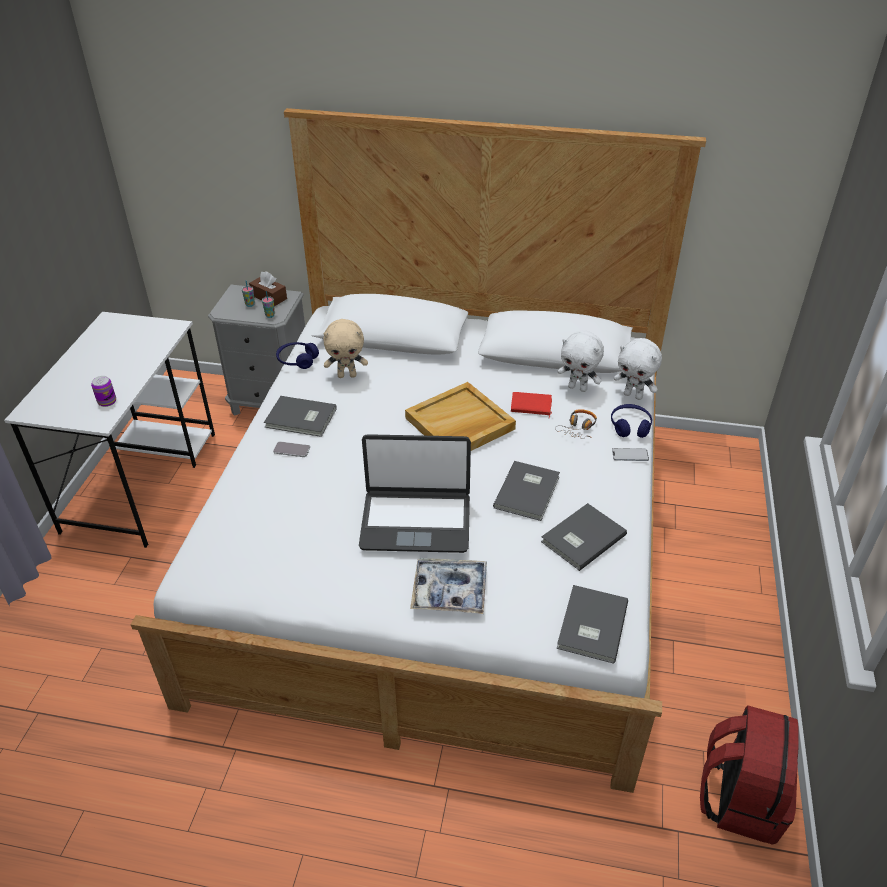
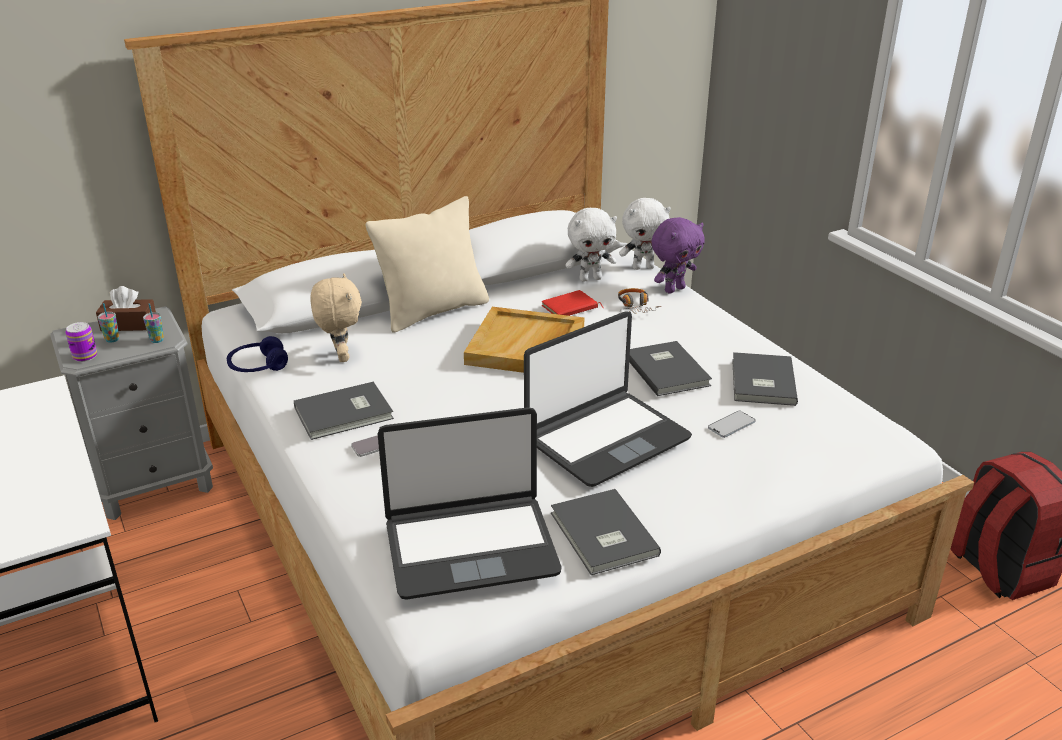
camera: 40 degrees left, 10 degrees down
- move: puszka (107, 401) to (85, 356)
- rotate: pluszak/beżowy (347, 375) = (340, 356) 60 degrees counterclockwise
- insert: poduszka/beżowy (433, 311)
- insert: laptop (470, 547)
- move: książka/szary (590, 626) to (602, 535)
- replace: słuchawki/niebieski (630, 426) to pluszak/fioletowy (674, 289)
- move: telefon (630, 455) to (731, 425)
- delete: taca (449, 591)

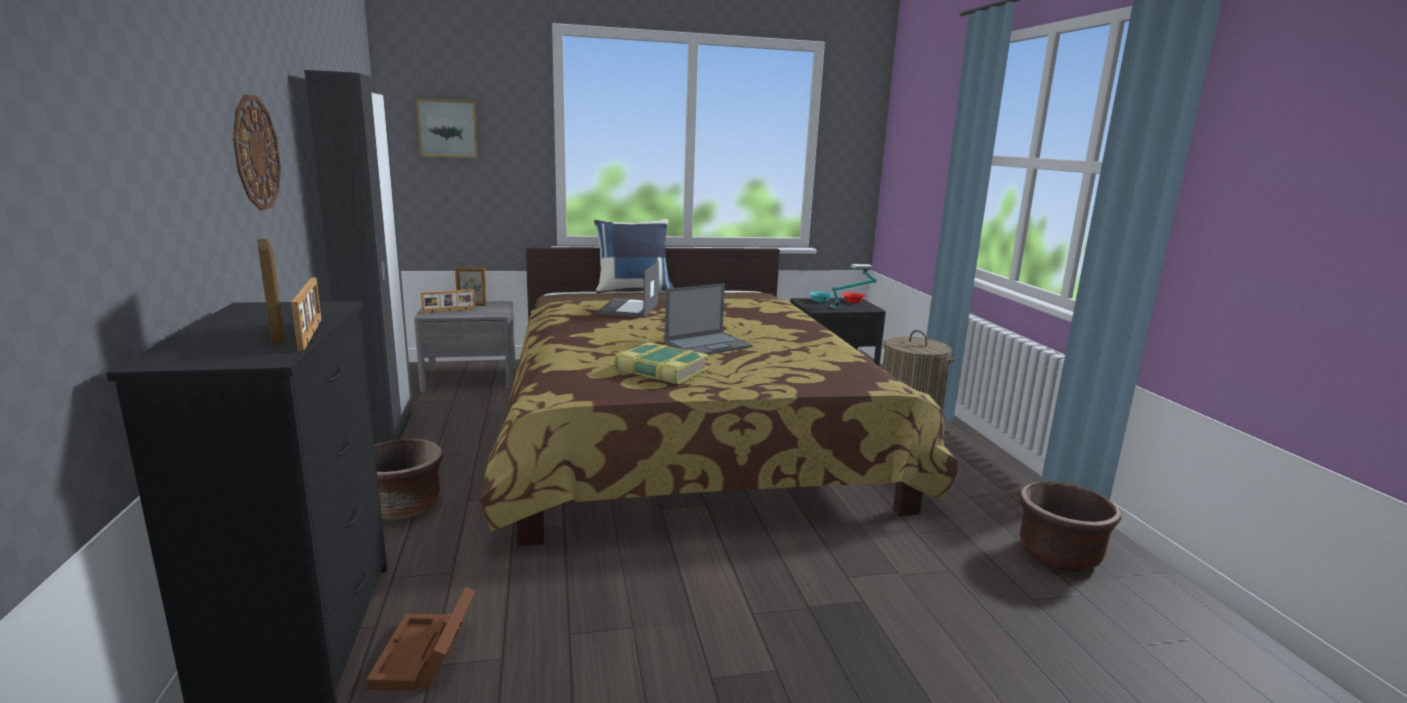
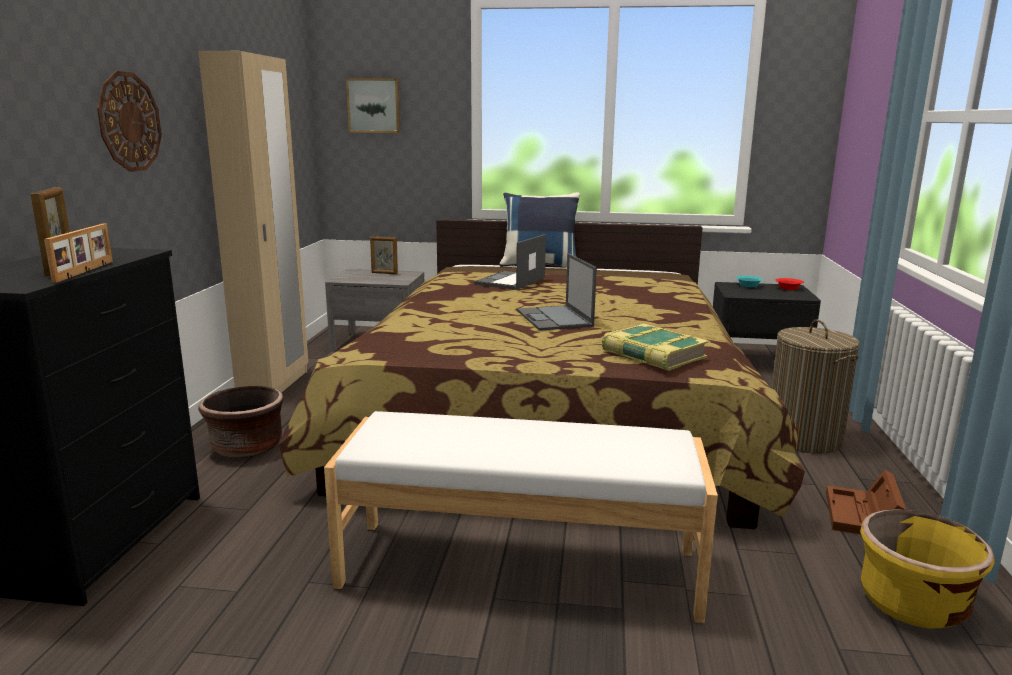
camera: 20 degrees right, 0 degrees up
- recolor: szafa/czarny (384, 435) to szafa/beżowy (274, 385)
- insert: ławka/biały (520, 566)
- rotate: laptop (708, 344) = (555, 319) 90 degrees clockwise
- move: książka (660, 371) to (652, 355)
- move: pojemnik do przechowywania/brązowy (425, 657) to (862, 517)
- recolor: donica/brązowy (1059, 555) to donica/żółty (912, 604)
- delete: ramka na zdjęcie (449, 311)
- delete: lampa stołowa (851, 307)

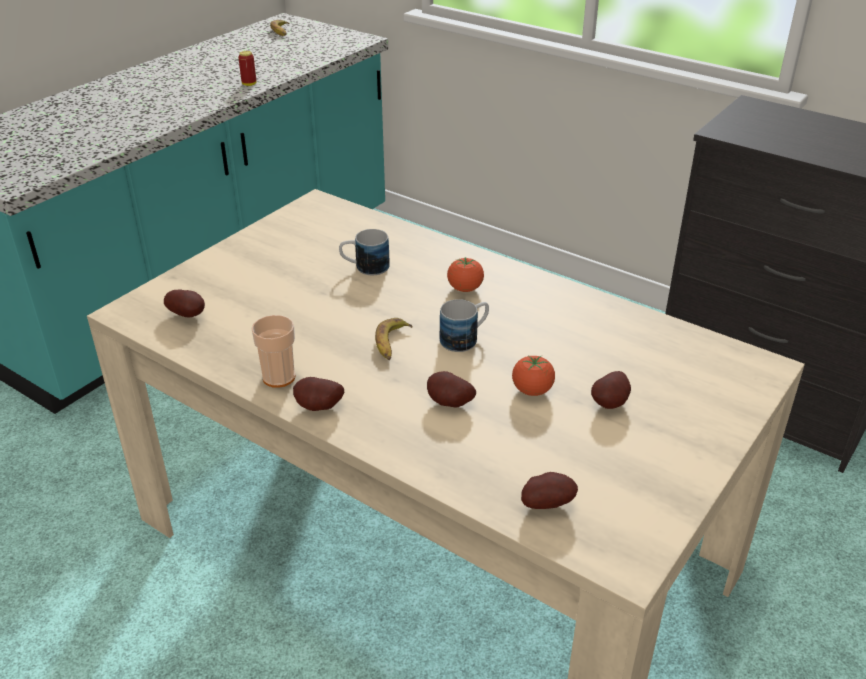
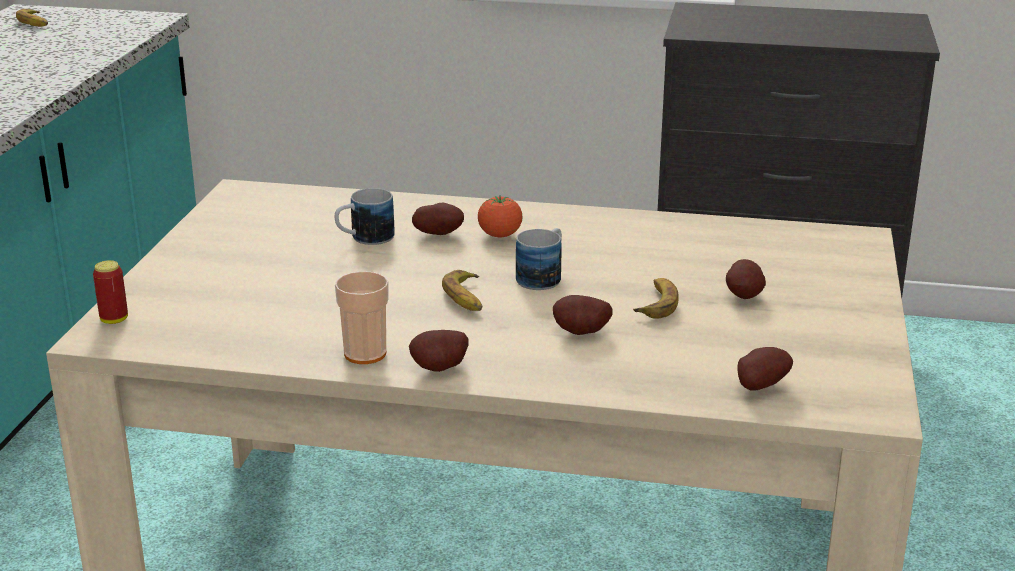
camera: 25 degrees left, 10 degrees down
- move: puszka (249, 84) to (114, 320)
- move: ziemniak (188, 315) to (439, 234)
- replace: pomidor (532, 390) to banan (656, 303)

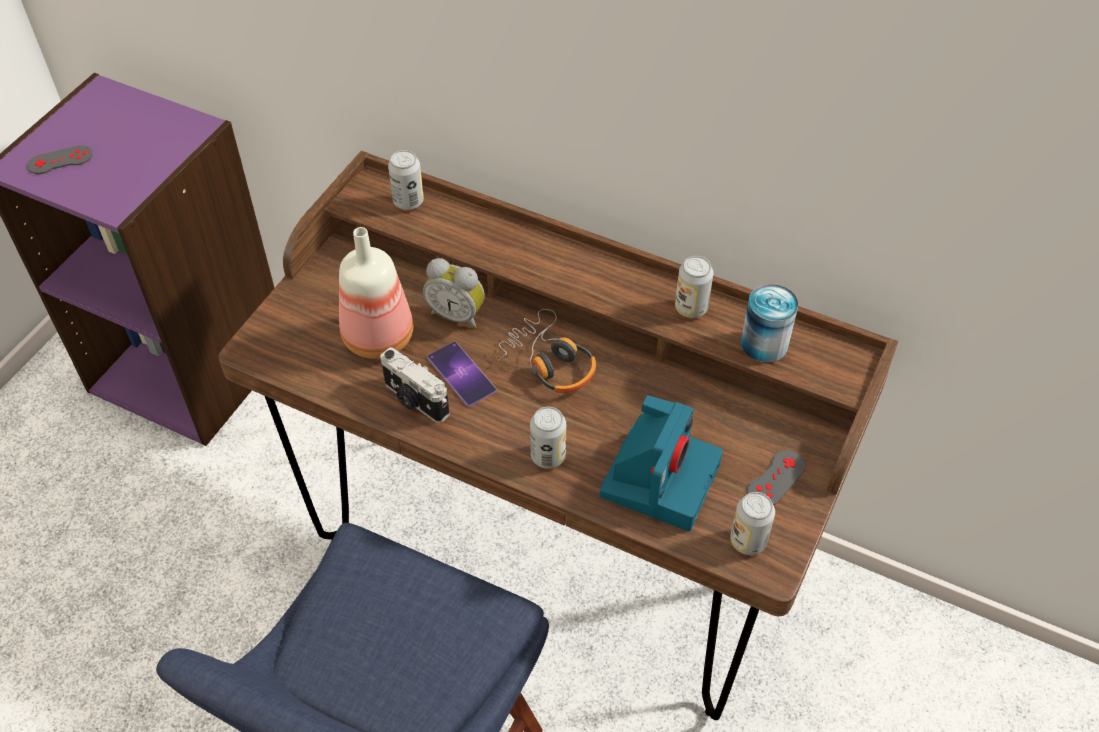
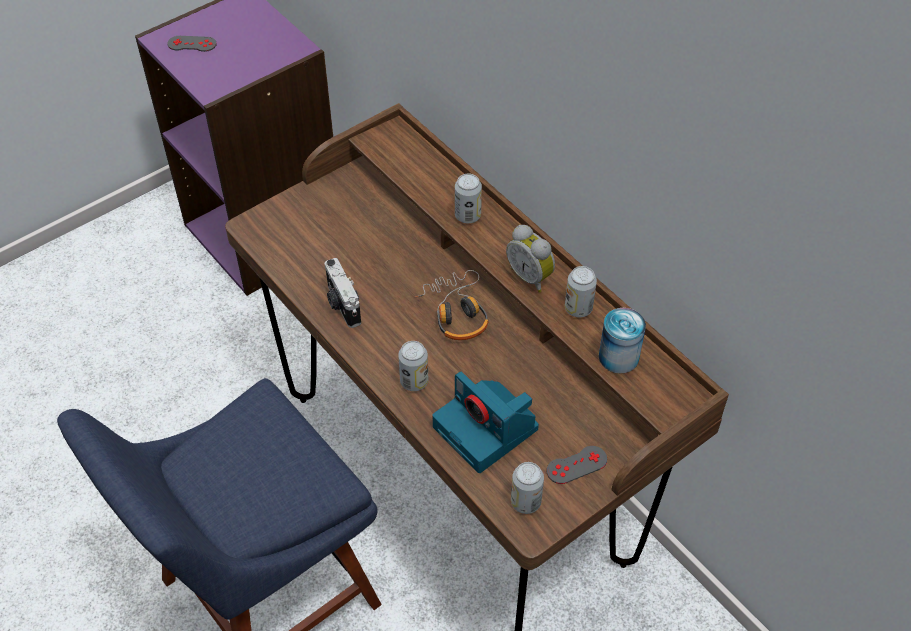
camera: 25 degrees right, 0 degrees up
- rotate: aparat fotograficzny (660, 477) = (487, 429) 90 degrees clockwise
- move: puszka (408, 201) to (467, 216)
- move: budzik (457, 314) to (531, 276)
- delete: butelka (380, 338)
- delete: telefon (461, 374)

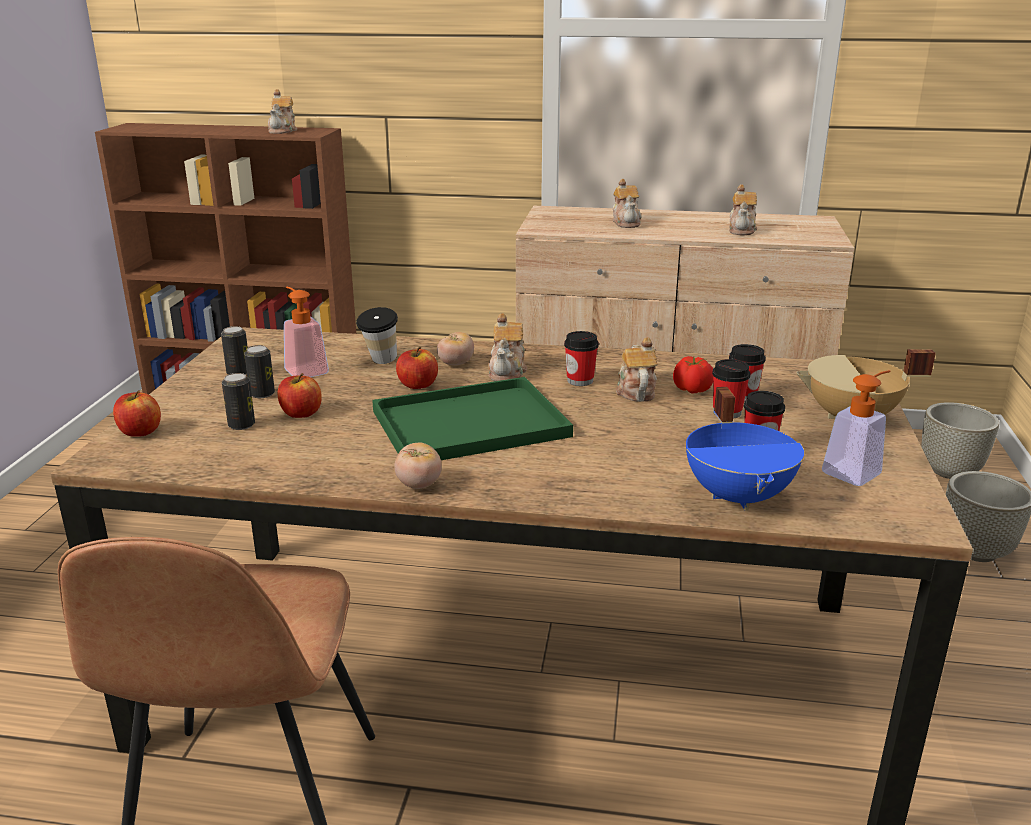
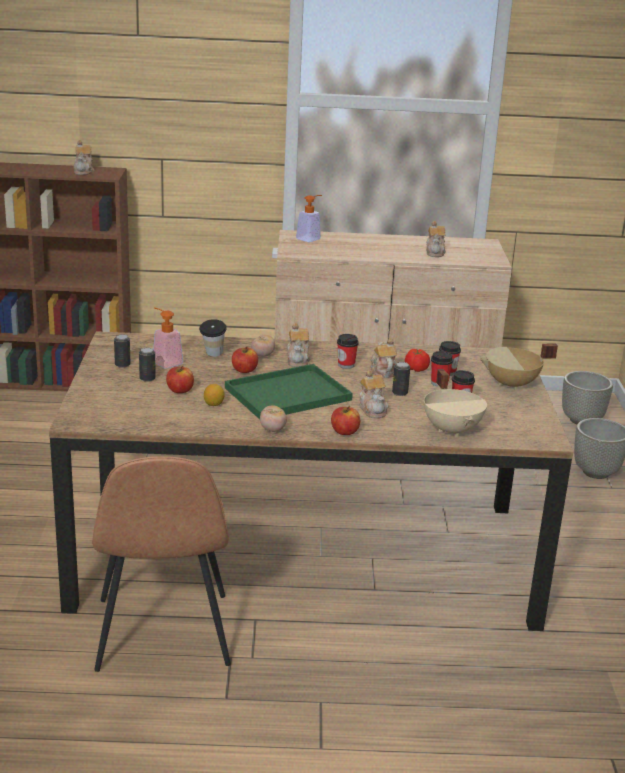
camera: 10 degrees left, 0 degrees up
- insert: cytryna (214, 404)
- move: dozownik mydła (856, 470) to (310, 238)
- move: jabłko (140, 432) to (344, 432)
- move: imbryk (626, 223) to (373, 409)
- move: puszka (241, 425) to (400, 393)
- recolor: garnek/niebieski (739, 496) to garnek/beżowy (452, 430)

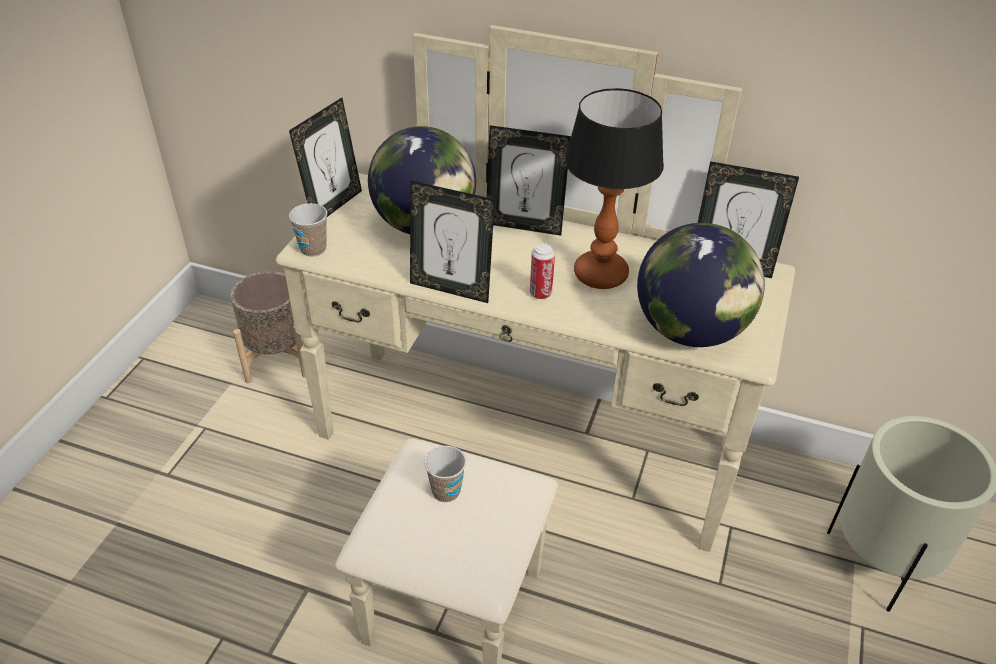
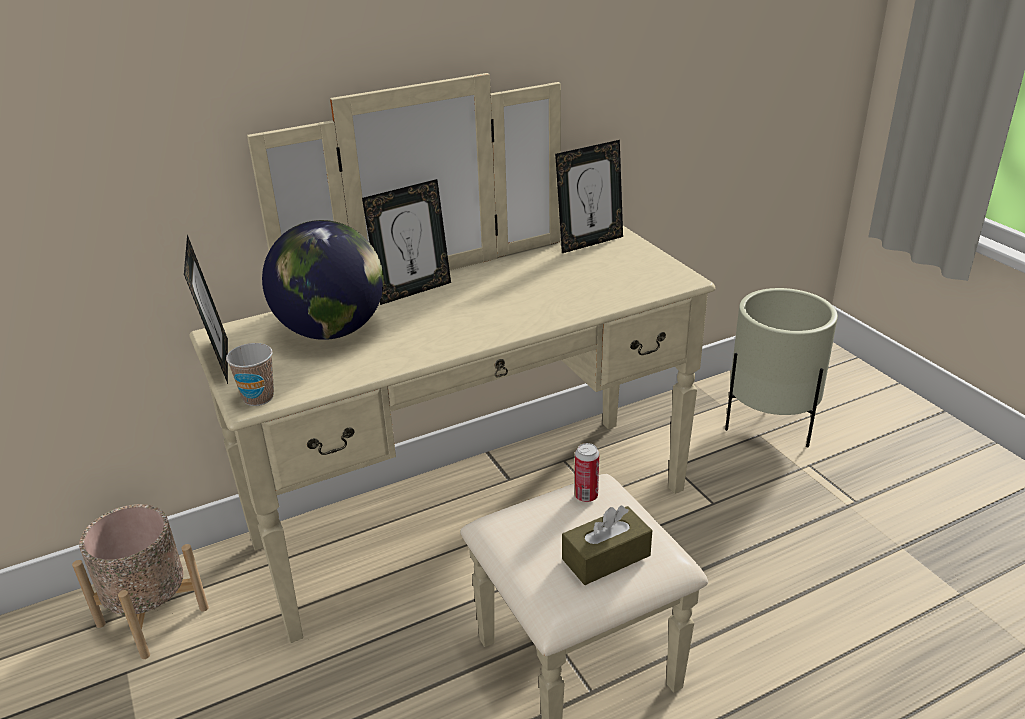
camera: 45 degrees left, 10 degrees down
- insert: pudełko chusteczek/brązowy (606, 557)
- move: puszka (540, 293) to (586, 496)
- delete: ramka na zdjęcie (451, 289)
- delete: filiżanka (446, 491)
- delete: lampa stołowa (600, 274)
- delete: globus (690, 331)

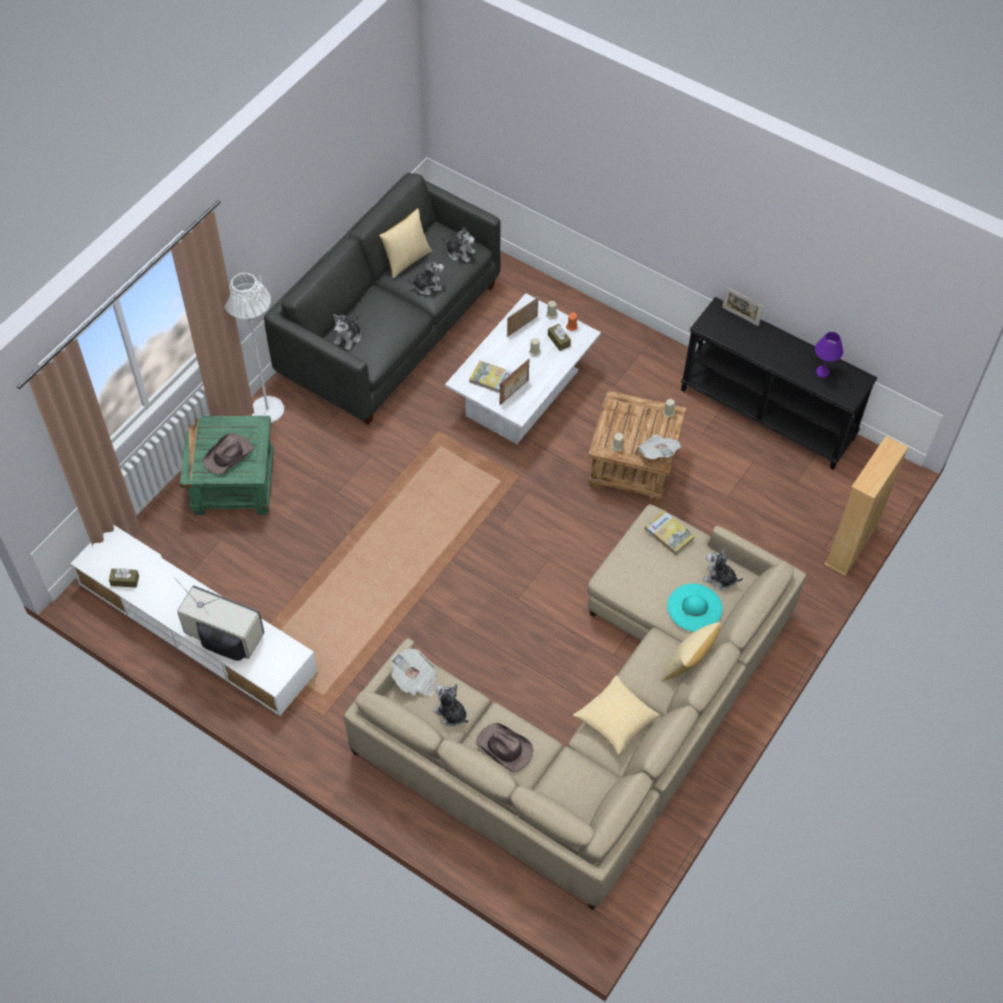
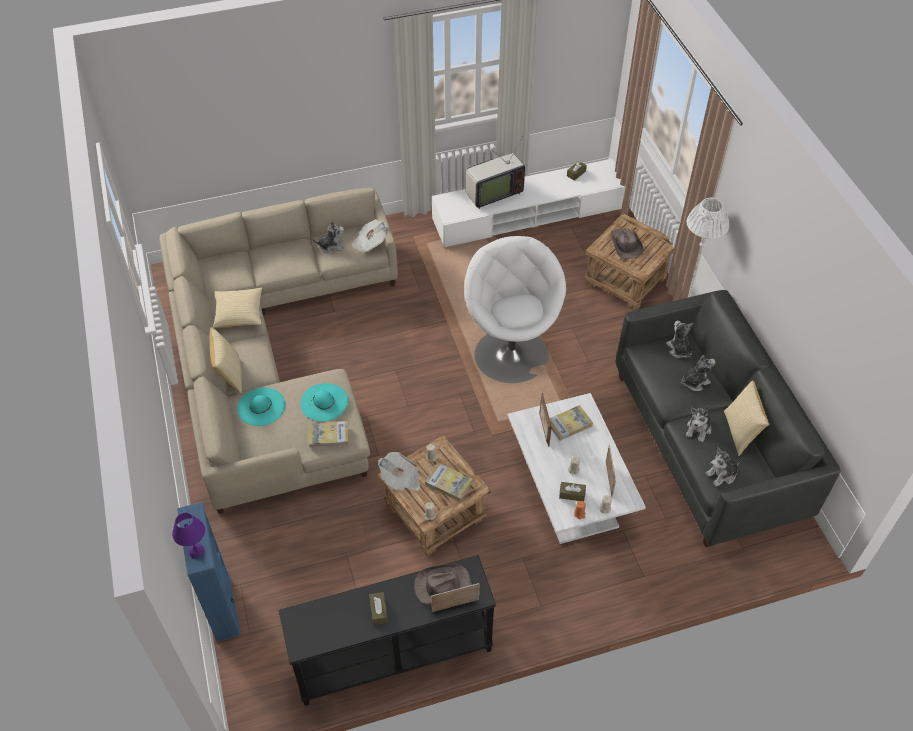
camera: 130 degrees right, 5 degrees down
- move: lampa stołowa/fioletowy (821, 372) to (197, 550)
- recolor: regał/beżowy (851, 546) to regał/niebieski (222, 606)
- insert: kapelusz/turkusowy (324, 402)
- insert: pudełko chusteczek/brązowy (378, 611)
- move: kapelusz/brązowy (504, 748) to (442, 585)
- insert: książka (448, 483)
- insert: fotel/biały (511, 353)
- recolor: stolik/zielony (233, 483) to stolik/brązowy (627, 281)
- move: pluszak (719, 579) to (694, 382)

